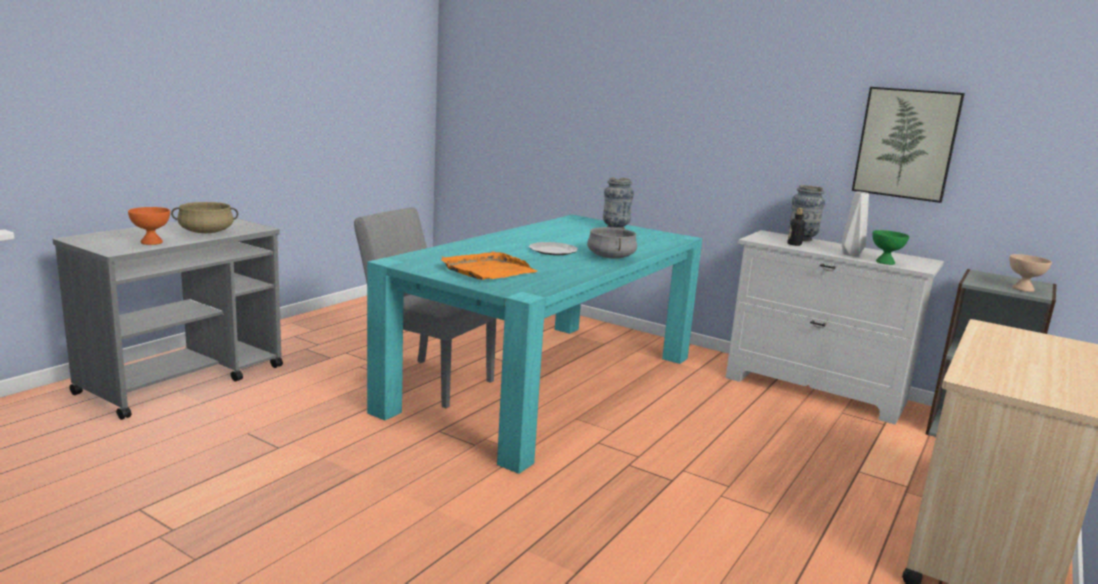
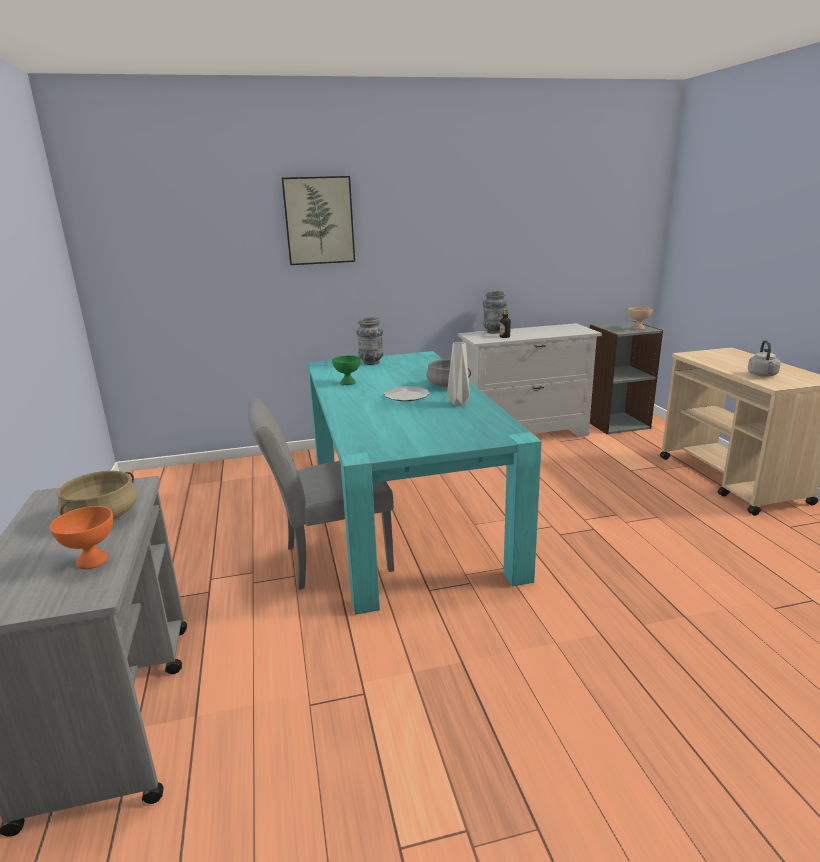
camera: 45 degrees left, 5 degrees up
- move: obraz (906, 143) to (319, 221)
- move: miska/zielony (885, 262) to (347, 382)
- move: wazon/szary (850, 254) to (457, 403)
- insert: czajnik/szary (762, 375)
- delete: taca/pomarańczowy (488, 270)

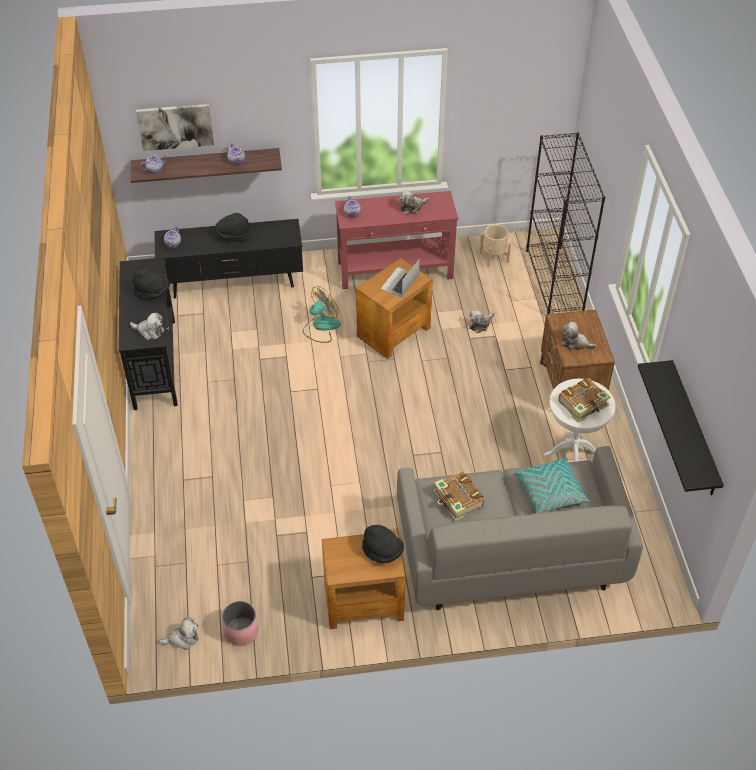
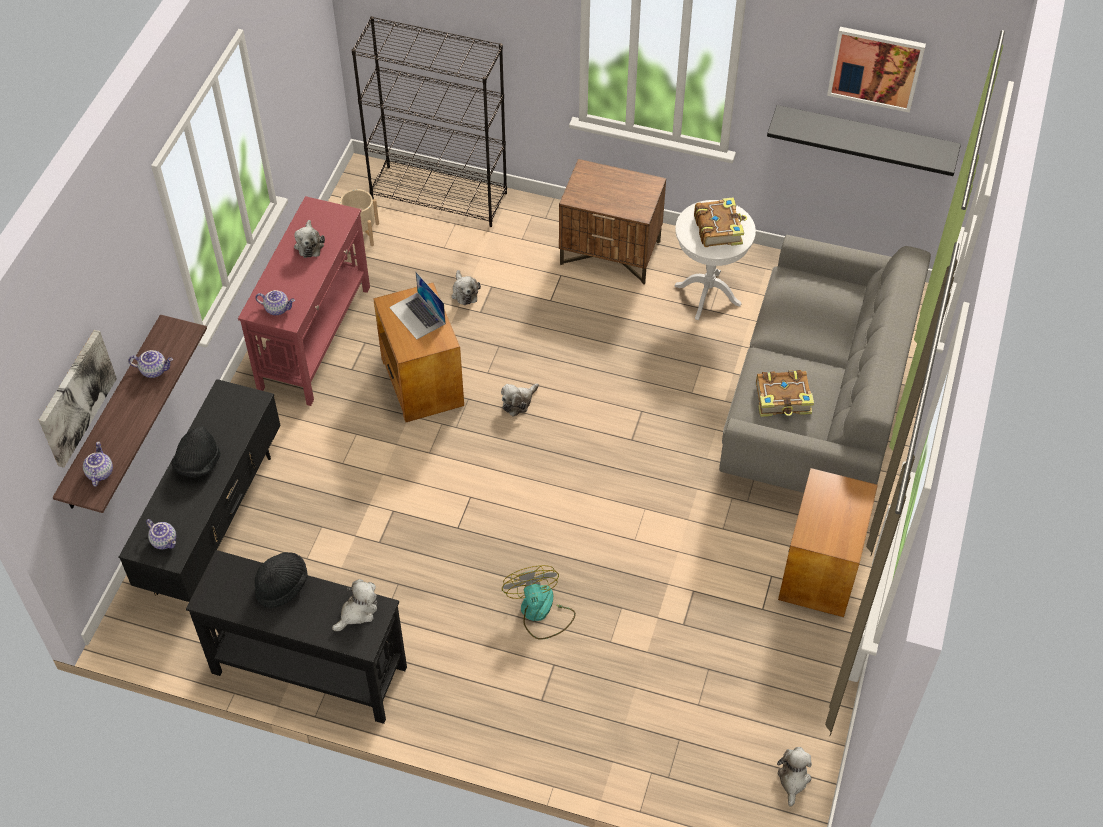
camera: 65 degrees left, 5 degrees up
- move: pluszak (575, 343) to (518, 402)
- move: wentylator (321, 327) to (540, 612)
- insert: obraz (875, 68)
- delete: donica/różowy (241, 631)
- delete: kapelusz/czarny (382, 551)
- delete: poduszka/turkusowy (550, 493)

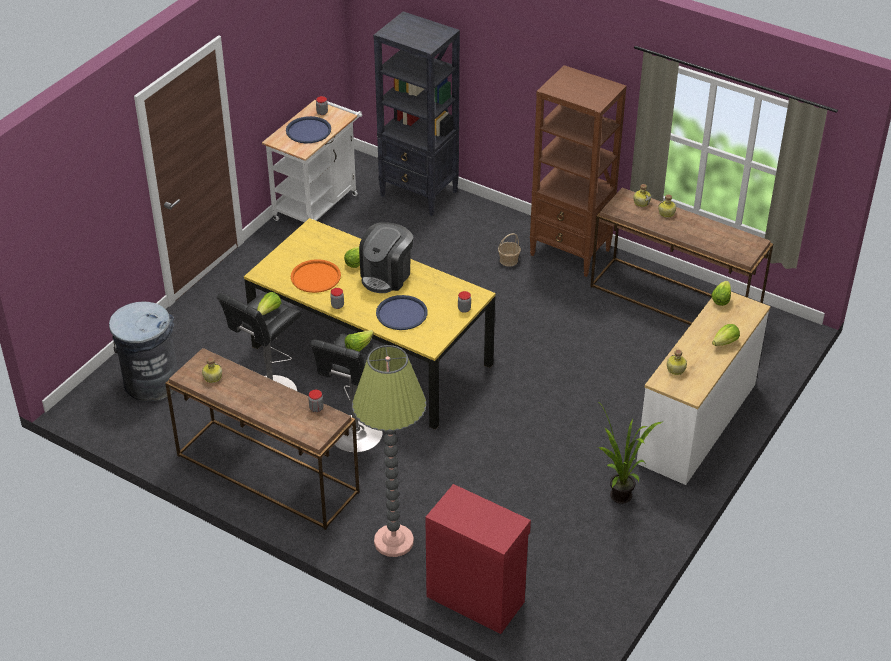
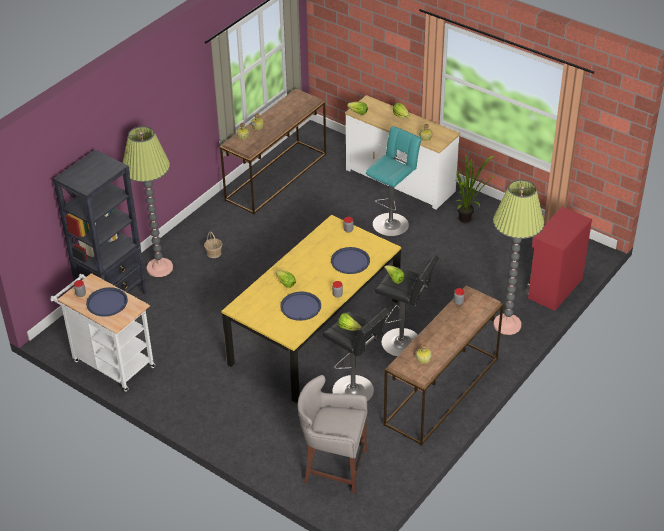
camera: 85 degrees left, 0 degrees up
- insert: lampa stojąca (159, 268)
- recolor: taca/pomarańczowy (315, 277) to taca/niebieski (300, 307)
- replace: kosz na śmieci/szary (151, 382) to stołek/szary (333, 467)
- insert: stołek/turkusowy (392, 223)
- delete: ekspres do kawy (386, 275)
- delete: regał/brązowy (570, 253)

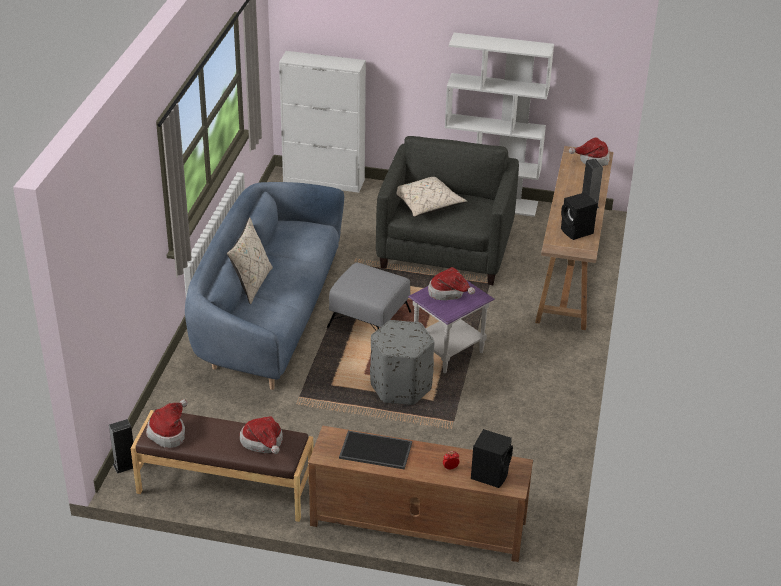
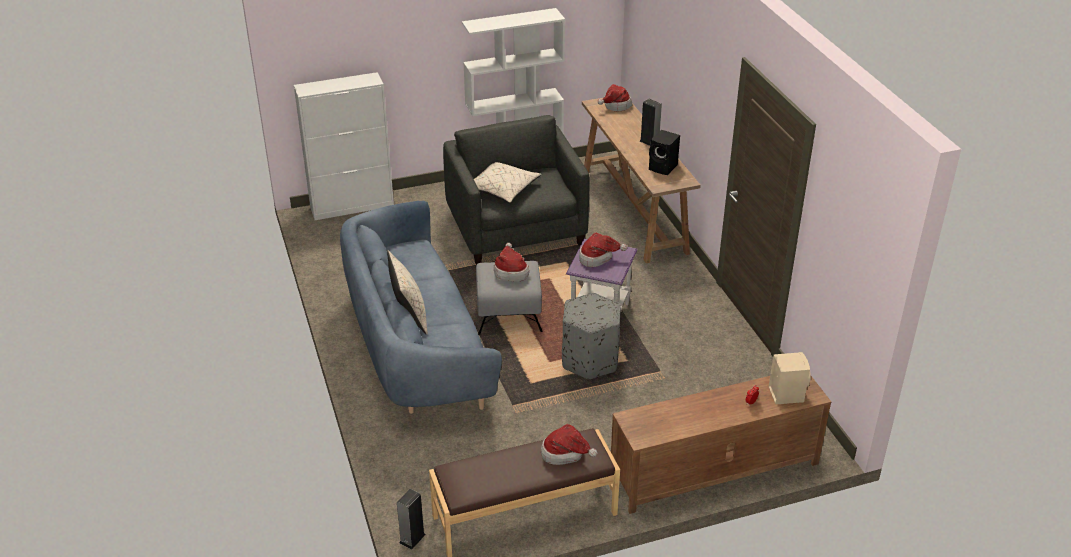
camera: 30 degrees left, 0 degrees up
- move: kapelusz (169, 432) to (510, 271)
- recolor: głośnik/czarny (490, 474) to głośnik/beżowy (786, 393)
- delete: taca (374, 451)

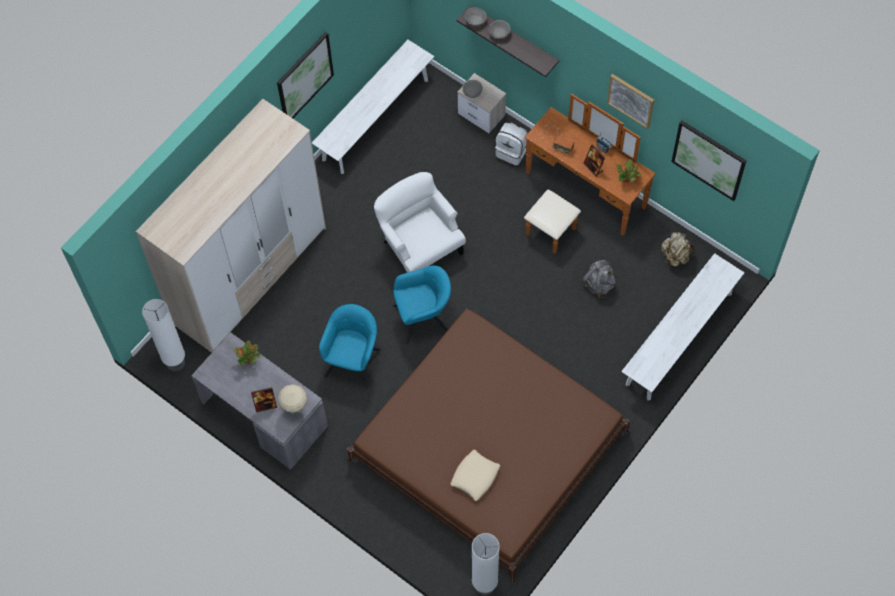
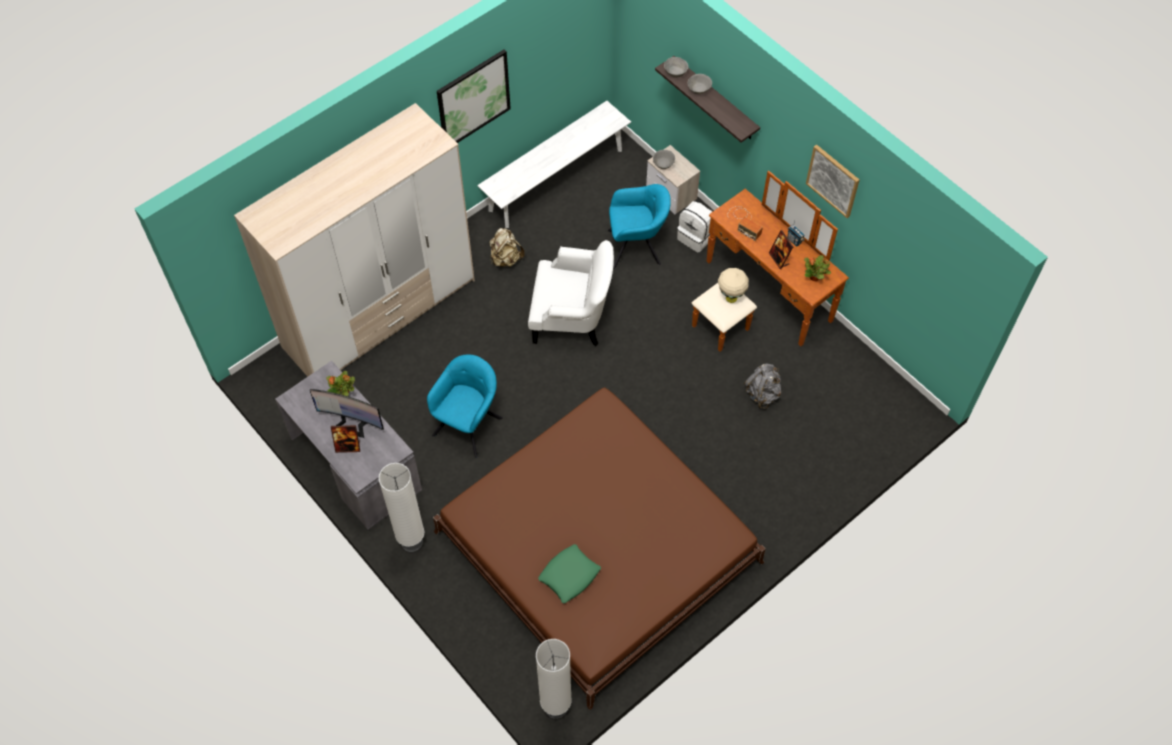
camera: 10 degrees right, 5 degrees down
- insert: monitor (352, 423)
- move: lampa stojąca/biały (176, 363) to (412, 543)
- move: plecak/beżowy (675, 256) to (505, 259)
- rotate: fotel/biały (420, 246) = (572, 317) 120 degrees clockwise
- recolor: poduszka/beżowy (475, 477) to poduszka/zielony (569, 576)
- move: fotel/turkusowy (423, 317) to (637, 246)
- move: lampa stołowa/beżowy (294, 408) to (730, 298)
- delete: ławka/biały (679, 338)
- delete: obraz (709, 159)

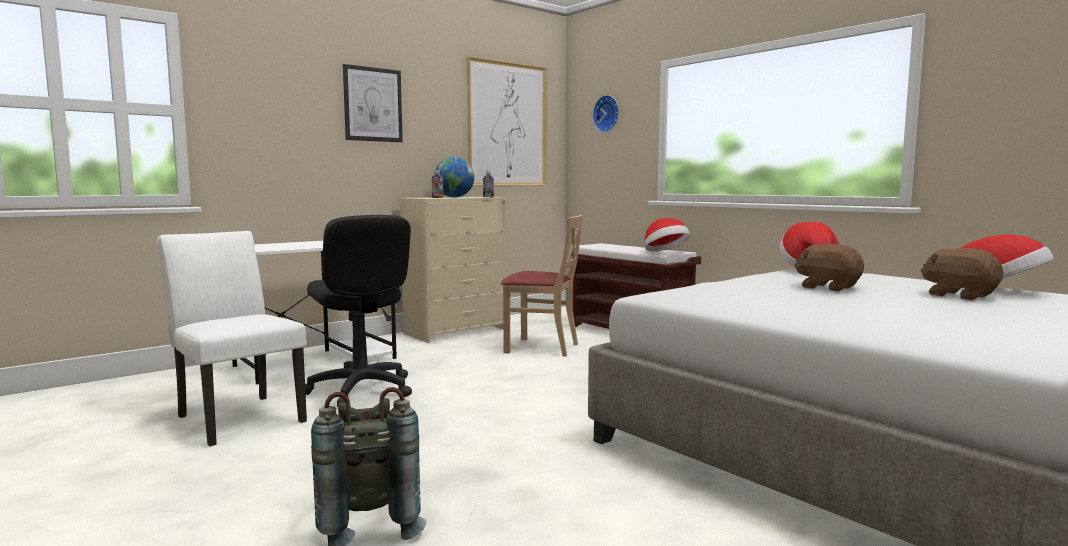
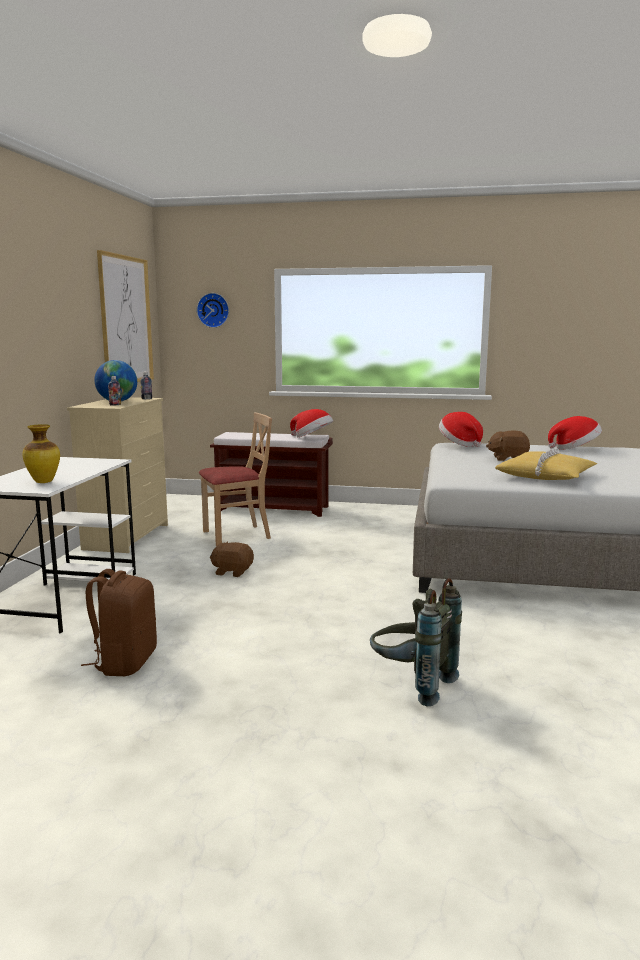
camera: 40 degrees left, 5 degrees up
- insert: wazon (44, 482)
- replace: krzesło/biały (237, 416) to plecak/brązowy (125, 662)
- move: pluszak/brązowy (959, 296) to (232, 572)
- insert: poduszka/żółty (546, 476)
- delete: krzesło biurowe/czarny (360, 390)
- delete: obraz (373, 104)

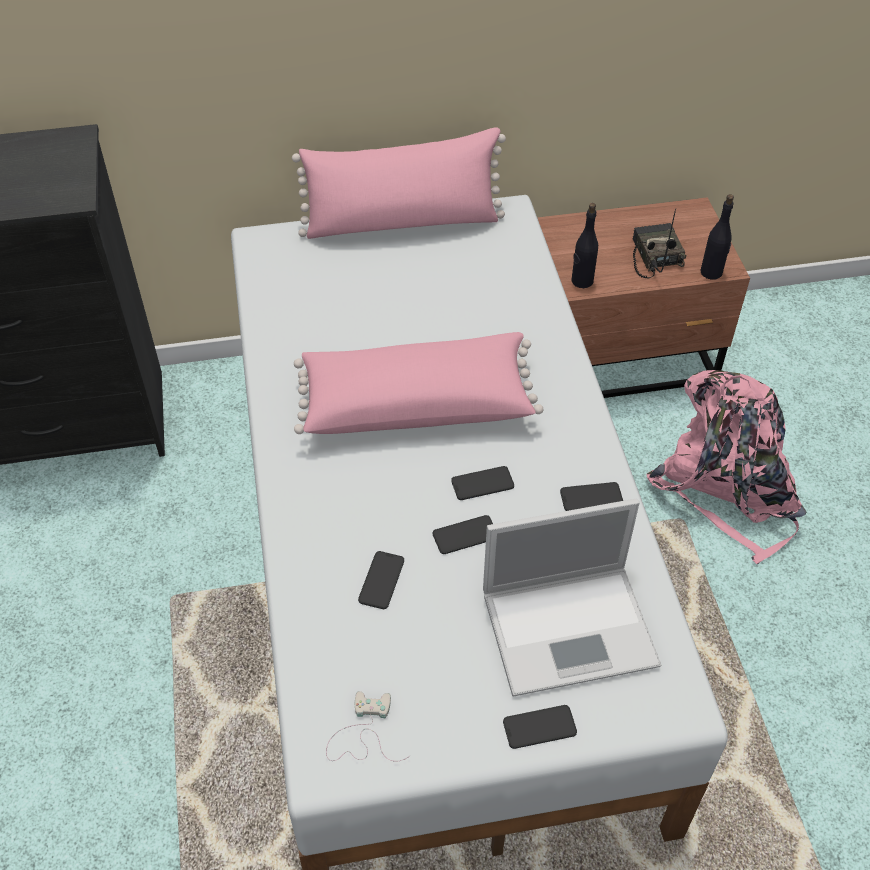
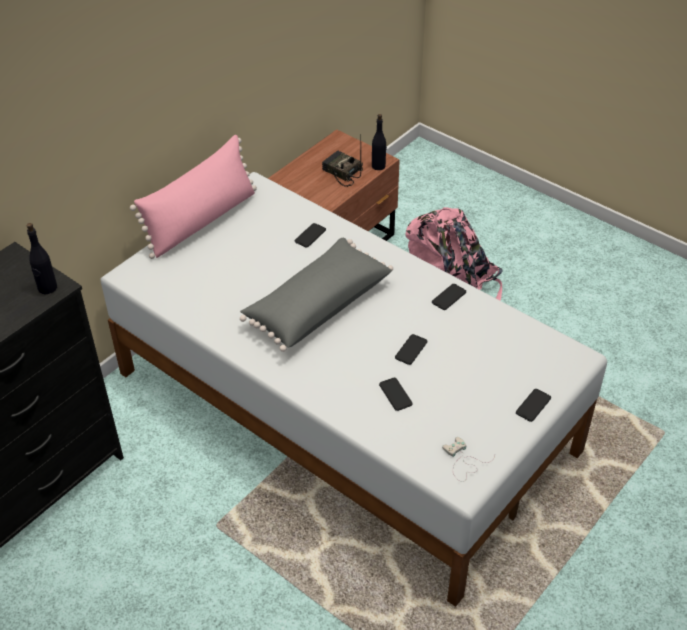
camera: 40 degrees left, 5 degrees down
- move: butelka/czarny (581, 281) to (47, 288)
- recolor: poduszka/różowy (416, 403) to poduszka/szary (317, 305)
- move: telefon (482, 483) to (310, 235)
- delete: laptop (572, 627)

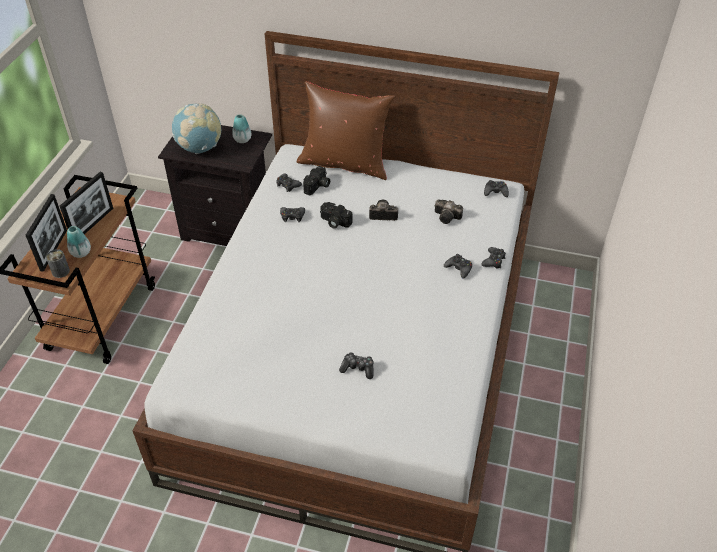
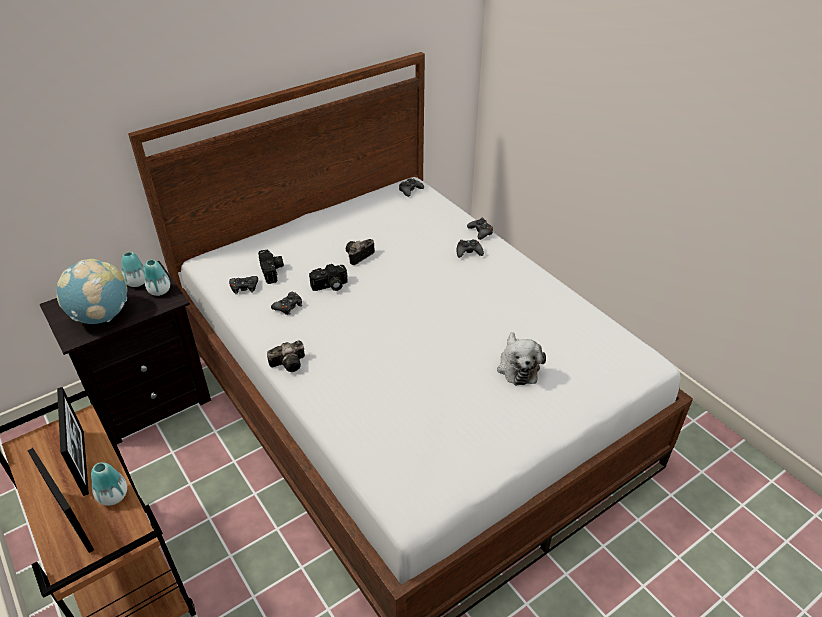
camera: 50 degrees left, 5 degrees down
- insert: wazon (159, 291)
- move: aparat fotograficzny (448, 217) to (290, 363)
- replace: pad do gier (358, 368) to pluszak (517, 366)
- delete: puszka (60, 271)
- delete: poduszka/brązowy (345, 163)

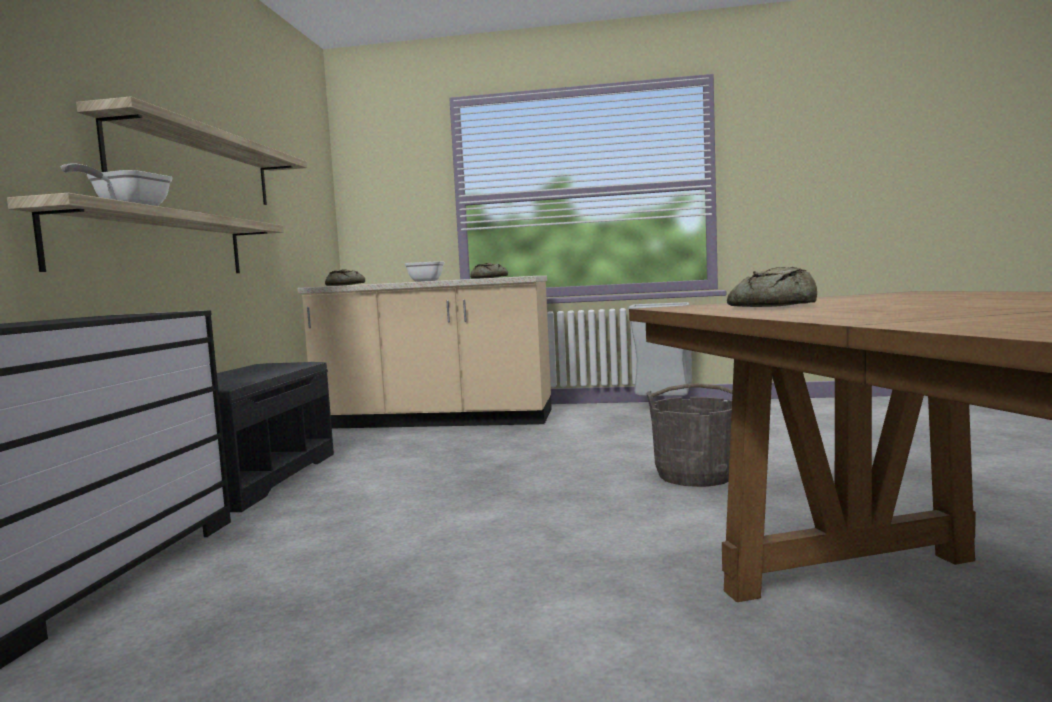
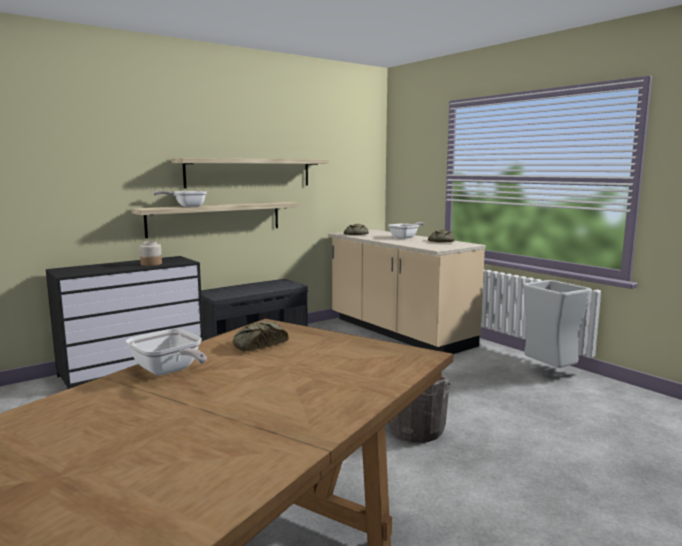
camera: 45 degrees right, 5 degrees up
- insert: patelnia (169, 371)
- insert: słoik (151, 264)

